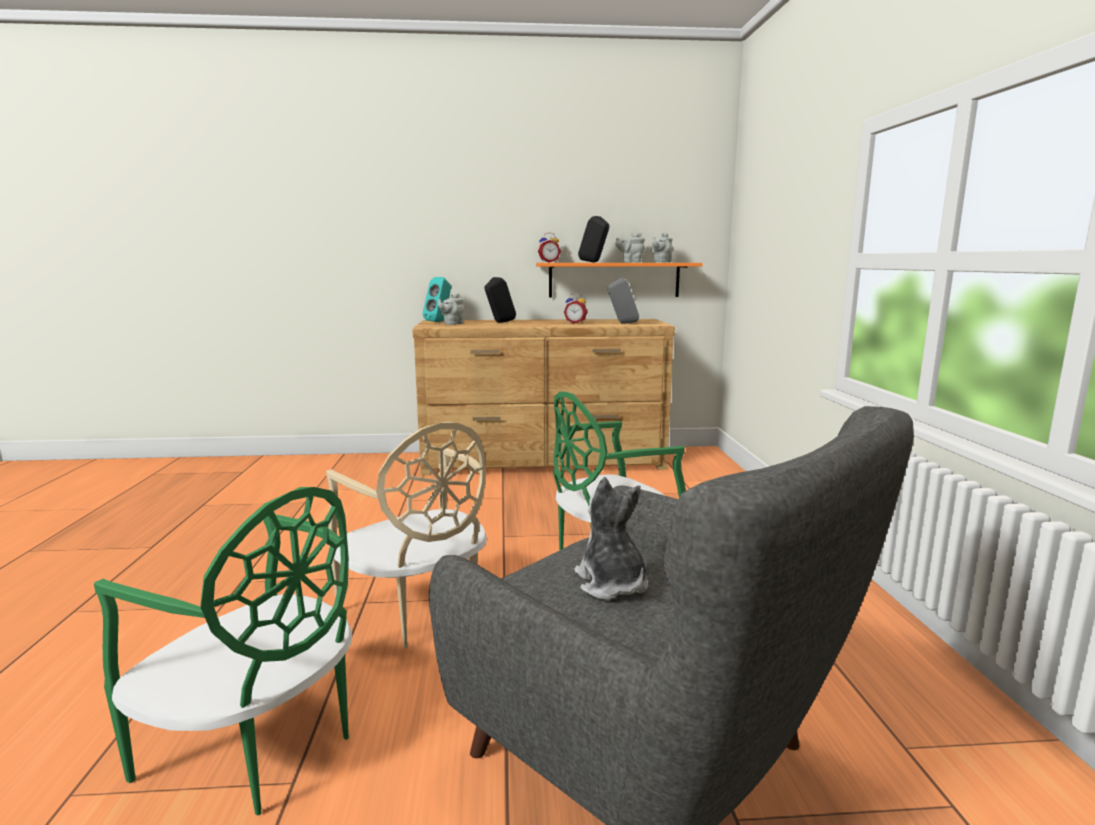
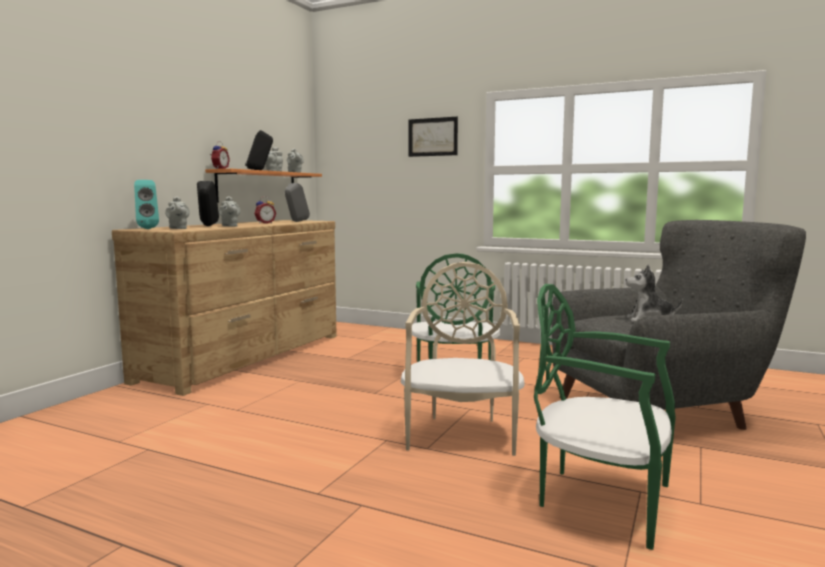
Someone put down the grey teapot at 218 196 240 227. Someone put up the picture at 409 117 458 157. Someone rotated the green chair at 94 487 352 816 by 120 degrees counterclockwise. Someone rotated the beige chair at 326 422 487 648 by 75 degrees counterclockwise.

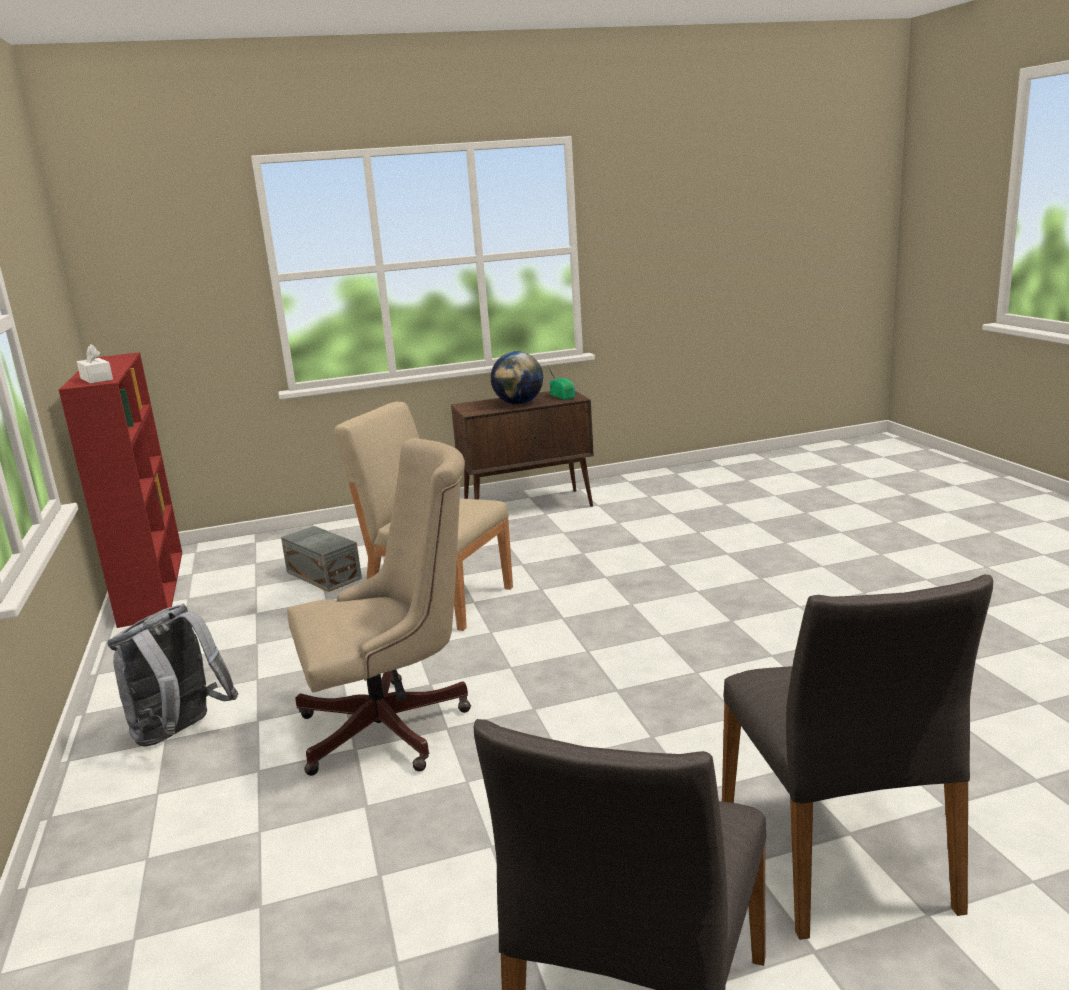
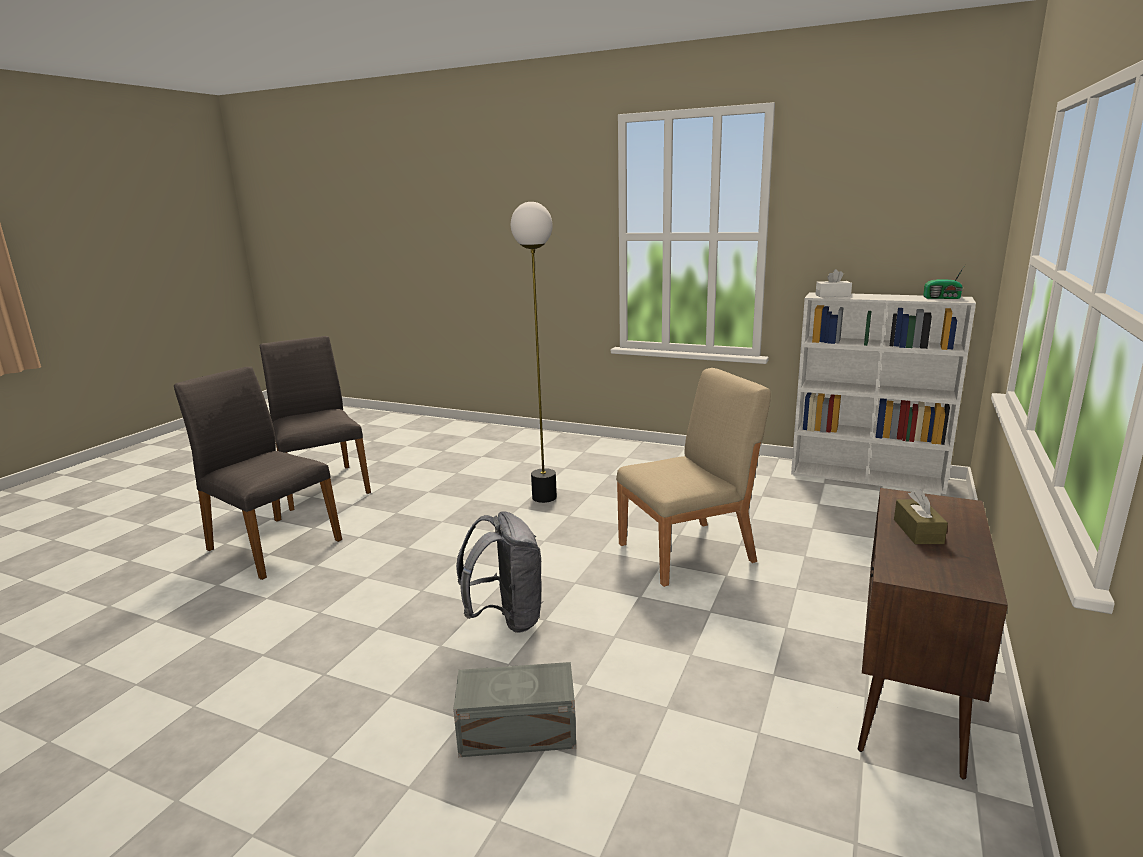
Someone carried the grey backpack from 108 604 238 747 to 456 511 543 633. Someone carried the grey storage box from 281 526 362 592 to 453 662 576 757. Someone carried the radio from 547 365 575 400 to 923 265 965 299. Someone swapped the beige office chair at 287 438 471 776 for the floor lamp at 511 202 557 503. Someone swapped the globe at 491 351 543 405 for the brown tissue box at 894 489 948 544. Someone repainted the red bookcase at 59 352 182 628, which became the white bookcase at 791 292 976 494.

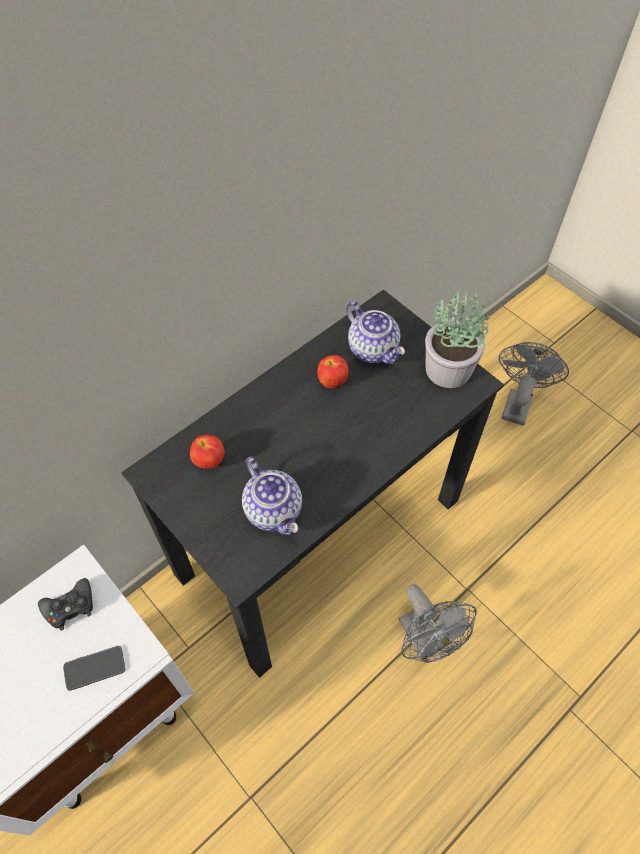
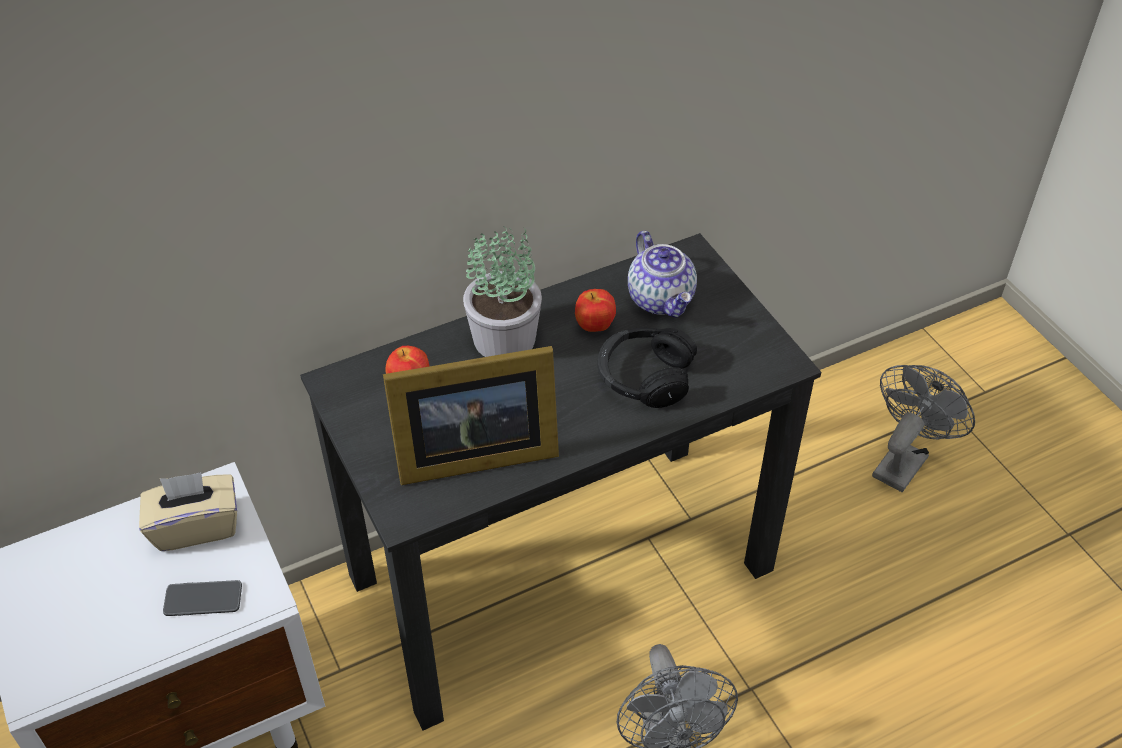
Someone put down the black headphones at 598 327 697 408. Someone carried the potted plant from 425 289 489 388 to 463 226 542 357. Someone swapped the black game controller at 38 578 93 631 for the beige tissue box at 139 472 237 551. Someone swapped the teapot at 242 457 302 535 for the picture frame at 383 346 559 485.

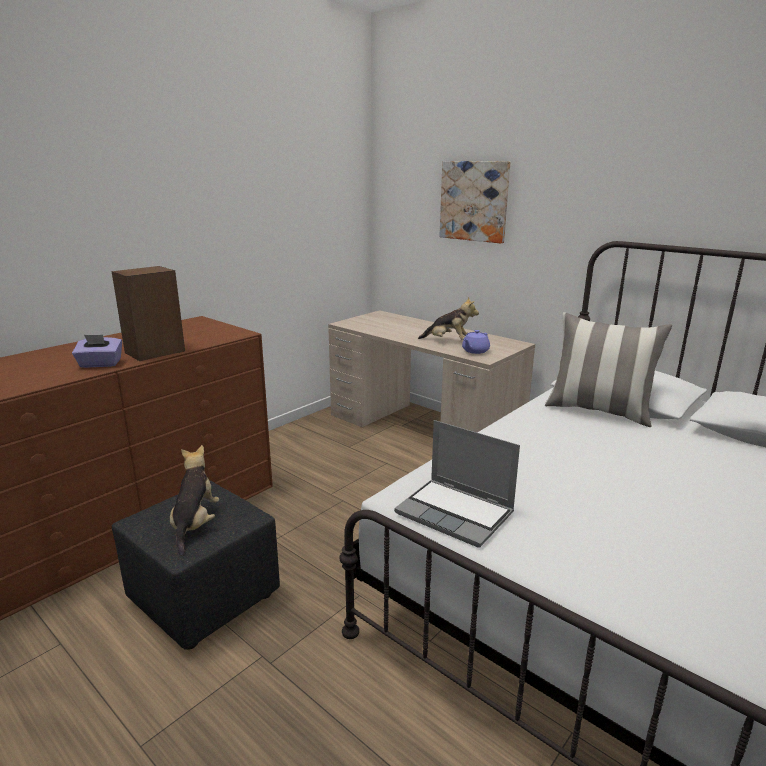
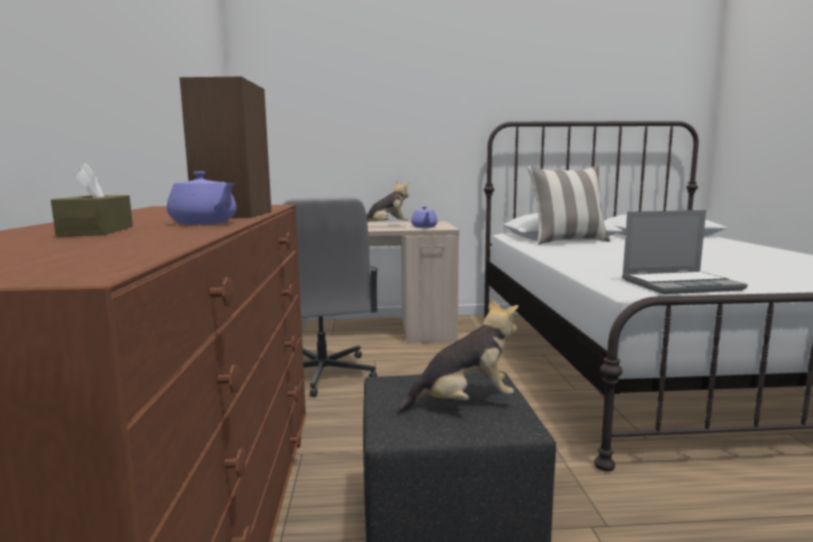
Someone took away the picture at 440 161 510 244. Someone put down the brown tissue box at 51 163 133 237. Someone put down the grey office chair at 283 197 379 397. Someone swapped the purple tissue box at 72 335 122 368 for the purple teapot at 167 171 236 224. Someone rotated the plush toy at 170 445 219 556 by 120 degrees clockwise.

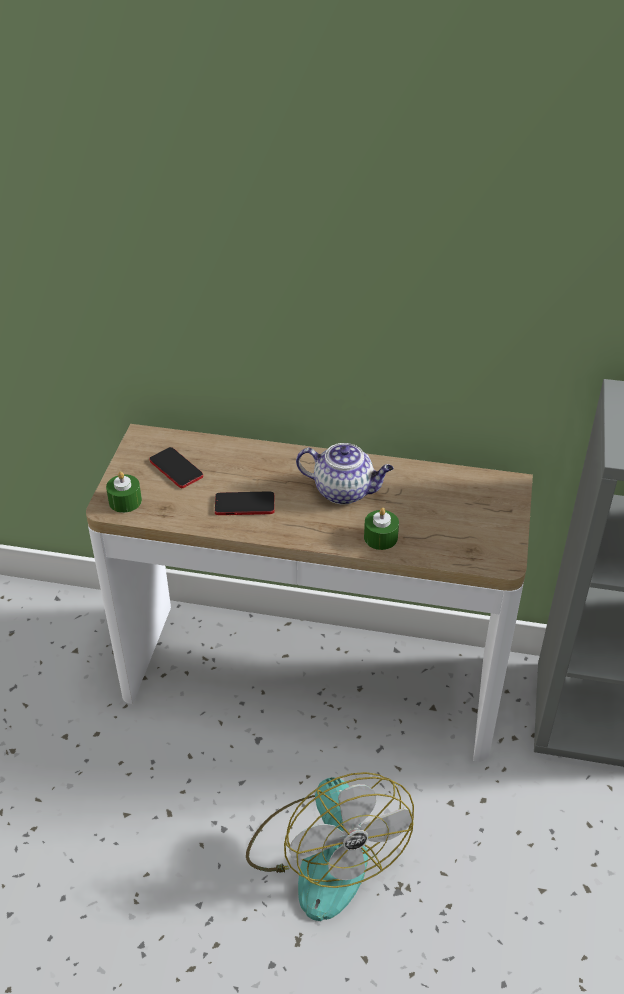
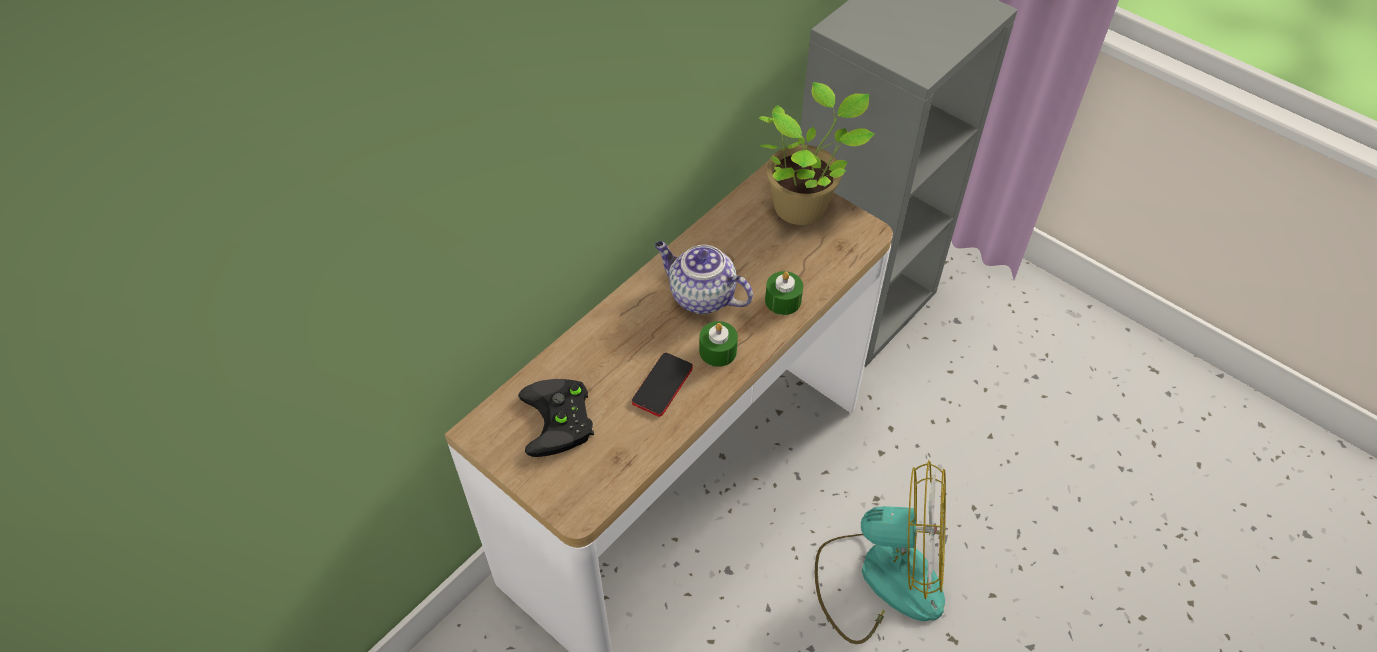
Someone put down the potted plant at 759 82 875 225. Someone carried the green candle from 106 471 142 513 to 699 321 738 367. Someone swapped the phone at 150 447 203 488 for the black game controller at 518 379 594 457. Someone rotated the teapot at 296 443 394 505 by 105 degrees counterclockwise.

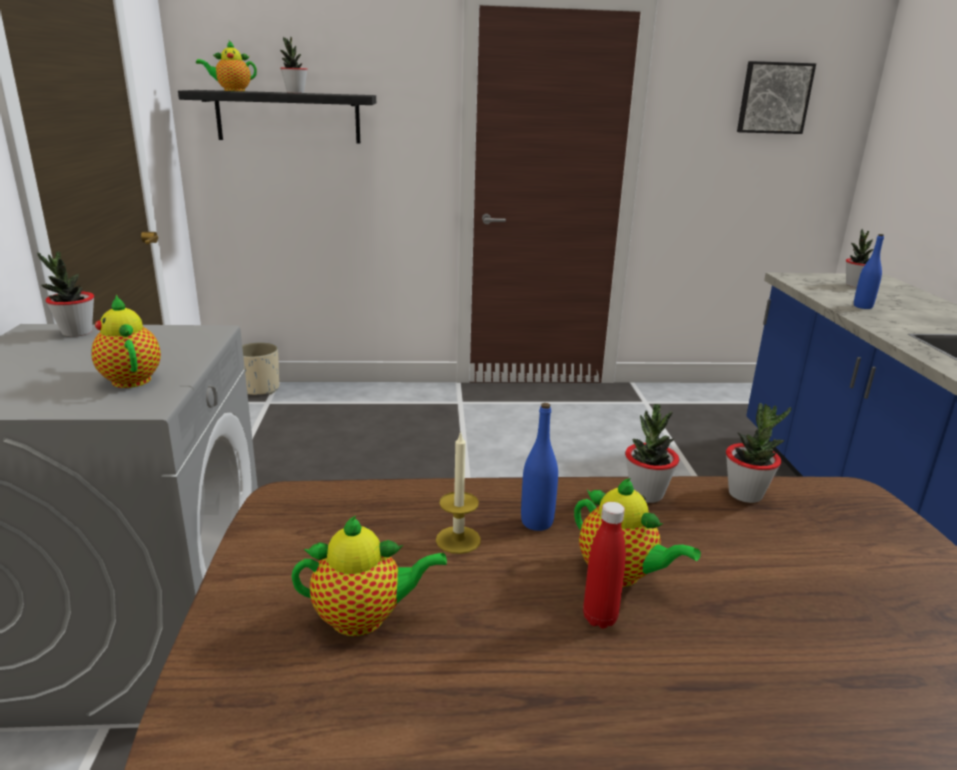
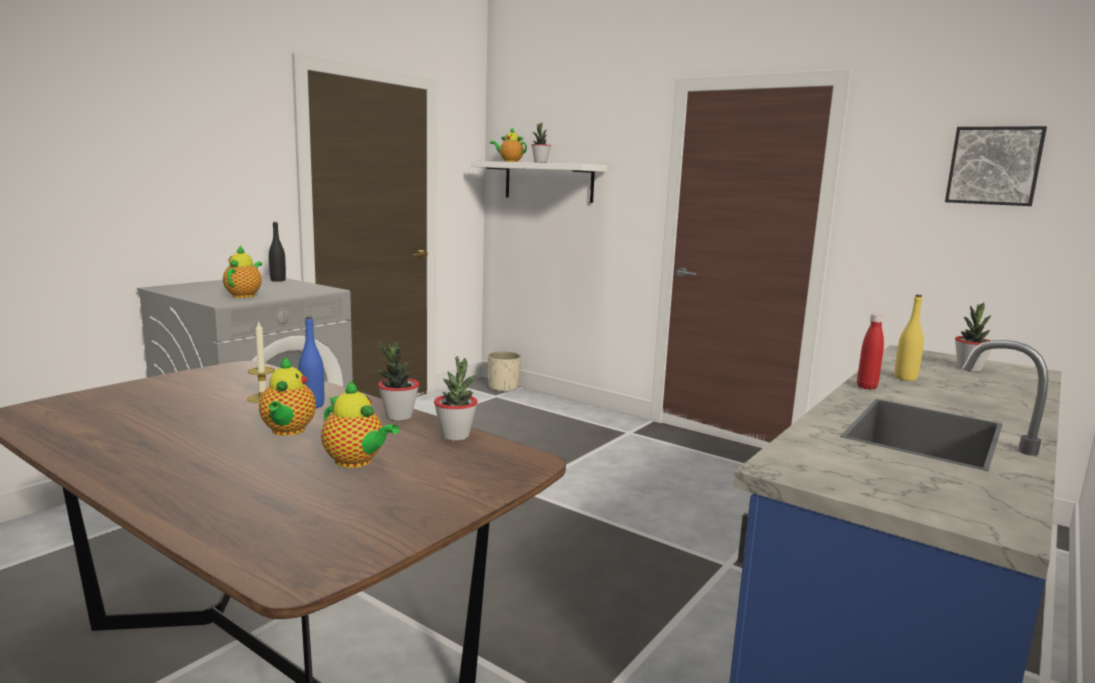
Someone carried the teapot from 291 515 447 636 to 321 380 399 468. Someone carried the red bottle from 583 502 626 628 to 857 314 884 390. Someone swapped the potted plant at 37 252 94 337 for the black bottle at 269 222 286 282. Someone repainted the black shelf at 178 90 376 144, which became the white shelf at 471 161 607 203. Someone repainted the blue bottle at 854 234 884 309, which became the yellow bottle at 894 295 924 381.

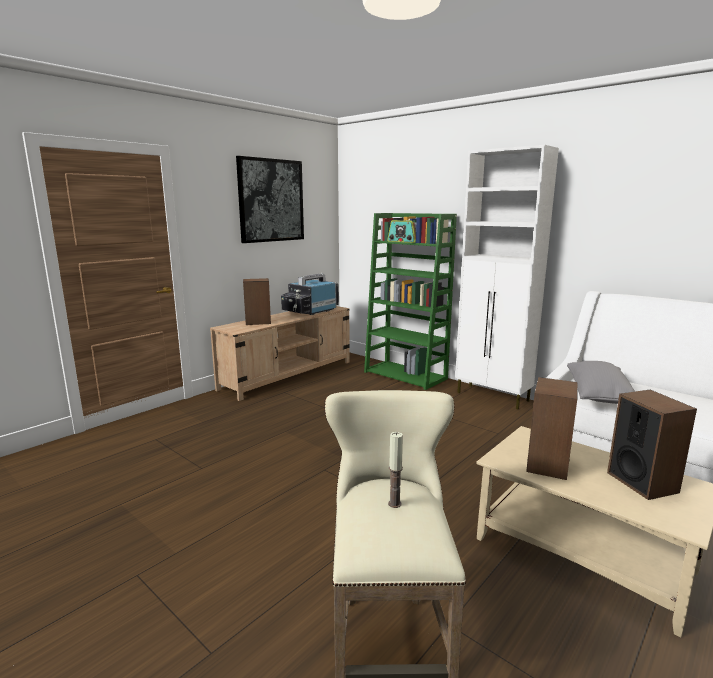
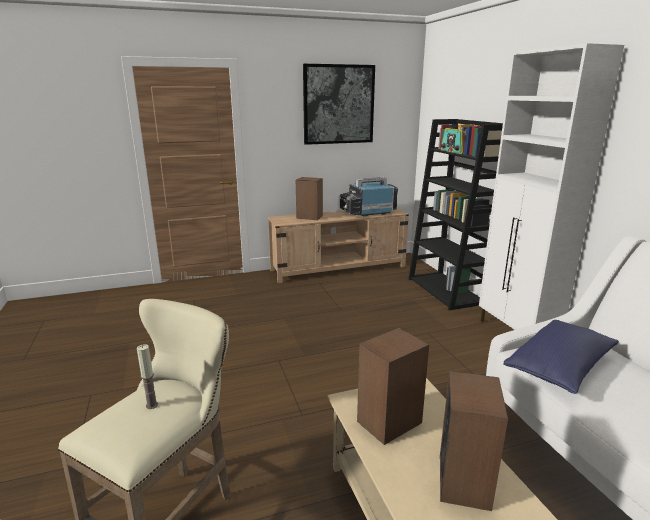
Someone repainted the green bookcase at 364 213 457 390, which became the black bookcase at 408 119 503 311. Someone repainted the grey pillow at 567 361 635 404, which became the blue pillow at 503 320 619 394.

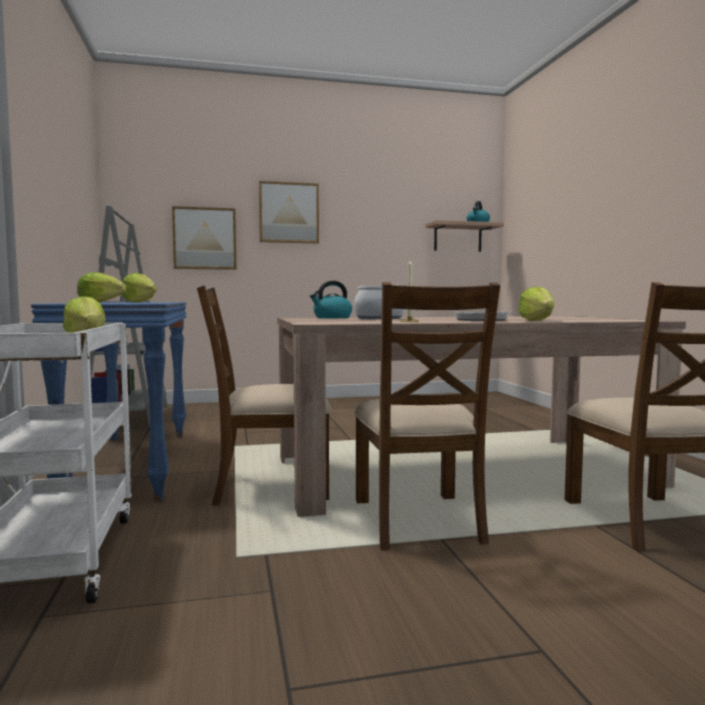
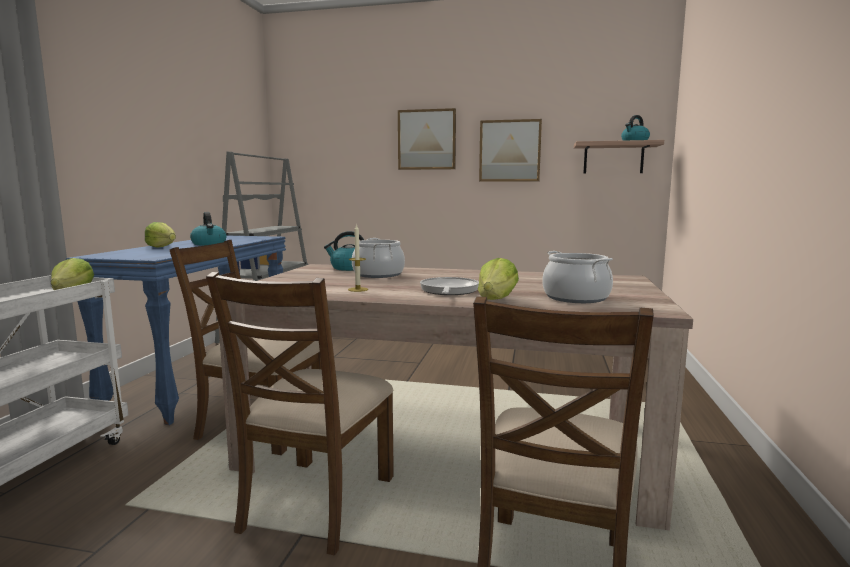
Someone put down the cooking pot at 542 251 613 303. Someone carried the picture from 172 206 237 270 to 479 119 542 182. Someone swapped the lettuce at 122 273 157 302 for the kettle at 190 212 227 246.

